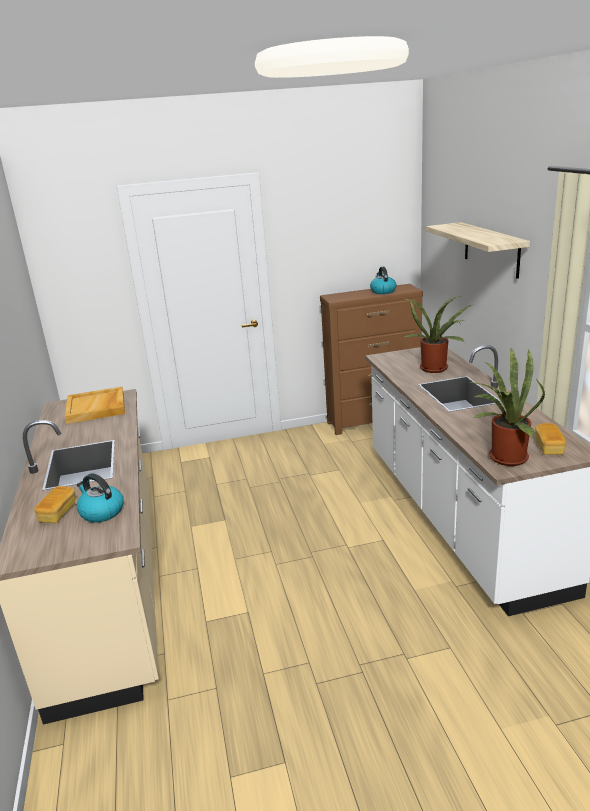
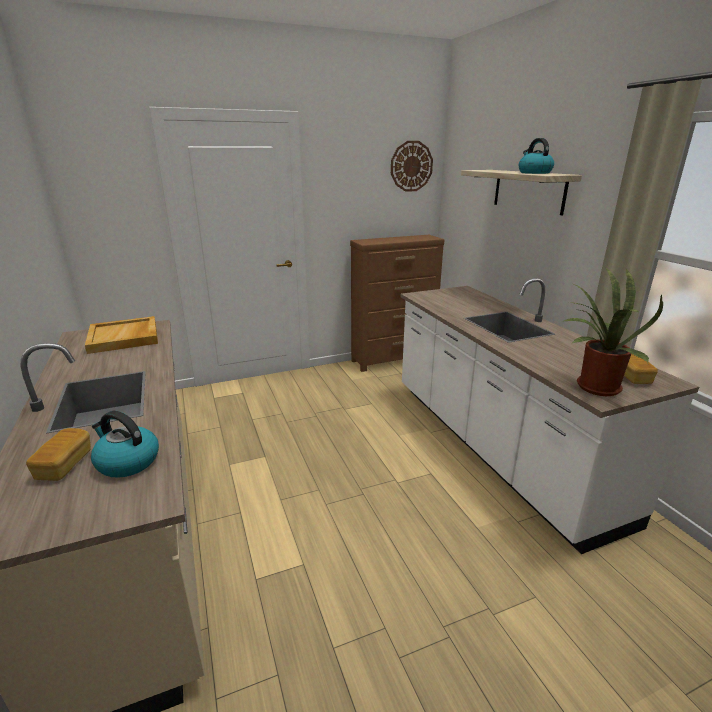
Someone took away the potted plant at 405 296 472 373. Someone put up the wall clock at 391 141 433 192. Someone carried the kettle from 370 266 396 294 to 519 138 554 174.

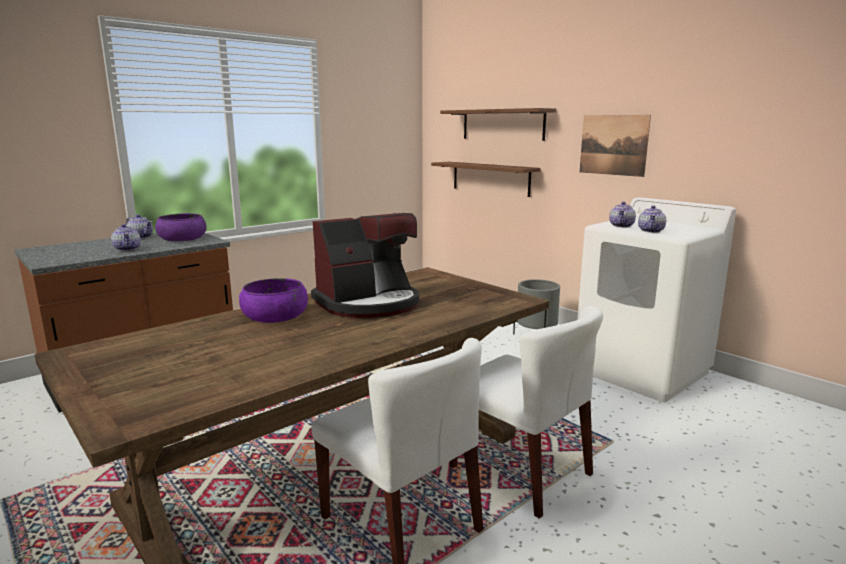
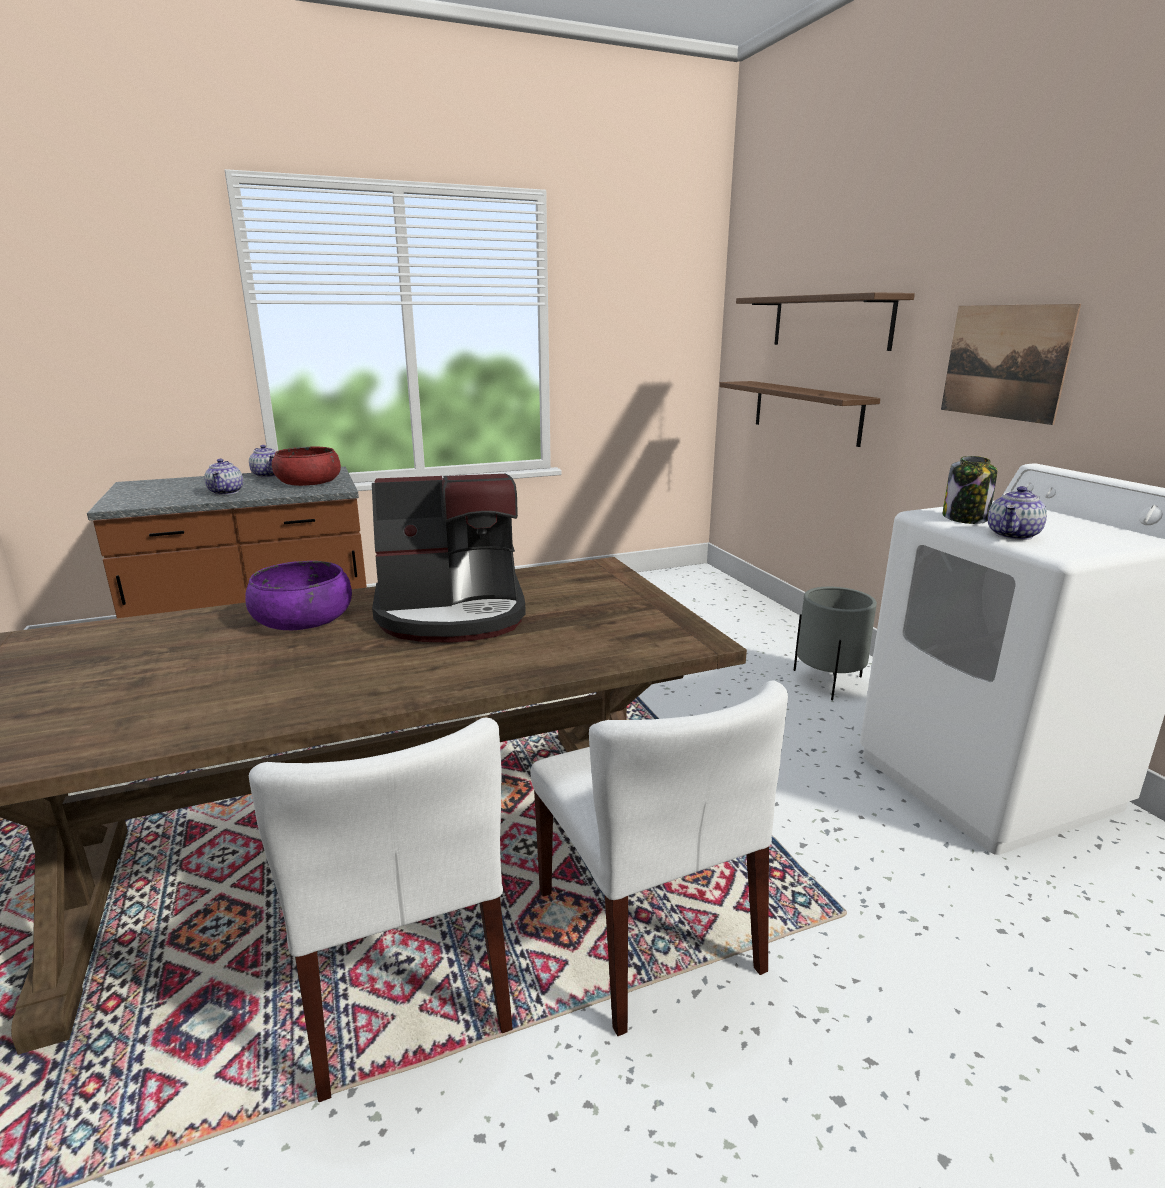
Someone swapped the teapot at 609 202 636 228 for the jar at 943 456 997 524. Someone repainted the purple bowl at 155 213 207 241, which became the red bowl at 272 446 341 486.

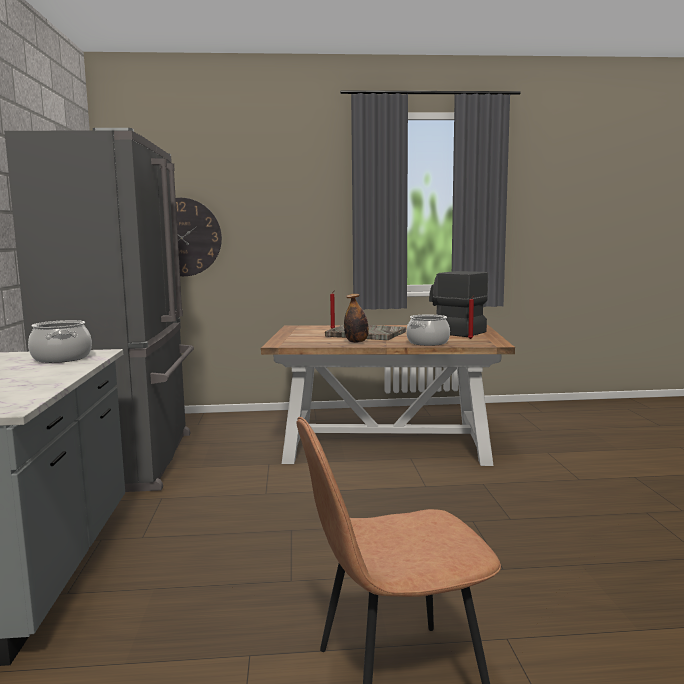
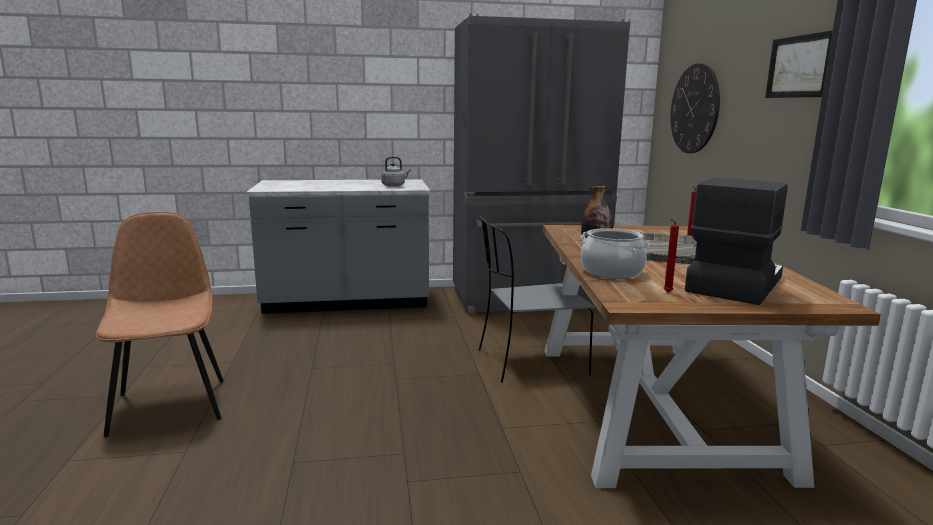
Someone put down the grey chair at 479 216 594 383. Someone put up the picture at 765 30 833 98. Someone swapped the cooking pot at 28 320 92 363 for the grey kettle at 381 157 411 187.

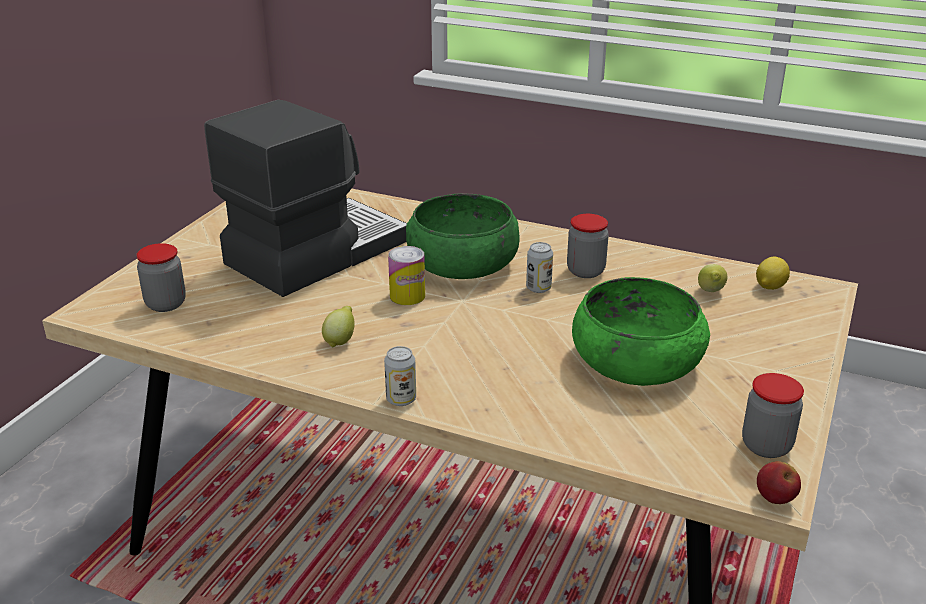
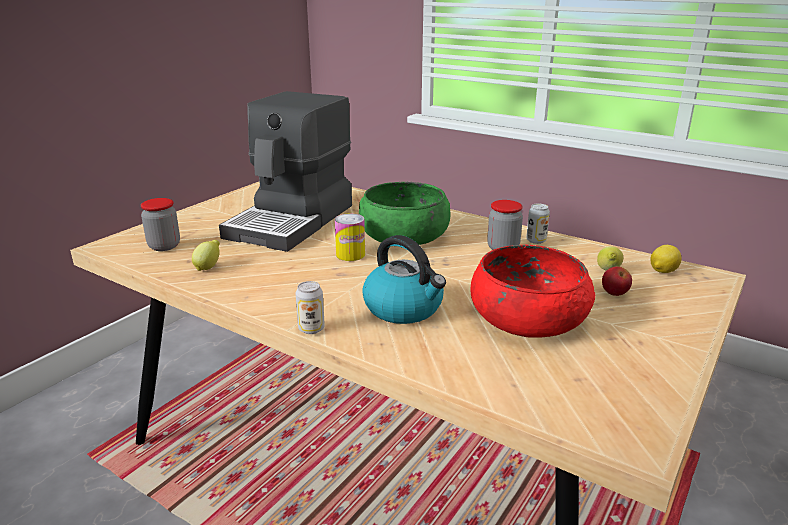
Someone took away the jar at 742 373 804 458. Someone put down the kettle at 362 235 446 324. Someone carried the lemon from 322 306 355 347 to 192 240 220 271. Someone carried the can from 526 242 553 293 to 526 204 550 244. Someone carried the apple from 757 461 801 504 to 602 266 632 296. Someone repainted the green bowl at 572 277 710 386, which became the red bowl at 471 245 596 337. Someone rotated the coffee machine at 204 100 407 297 by 150 degrees clockwise.

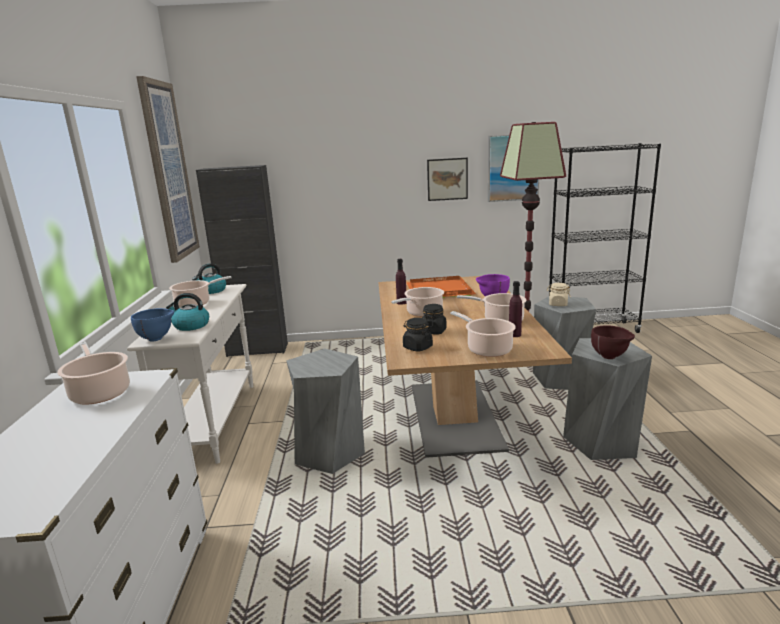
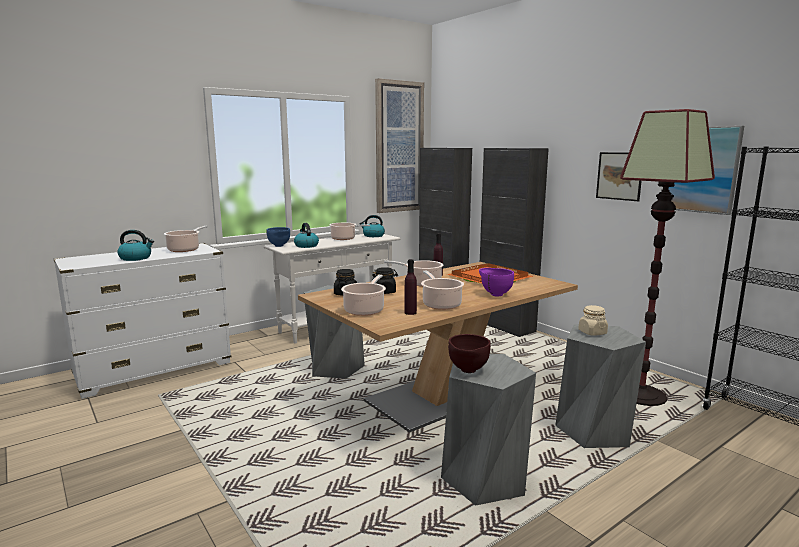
Someone put down the kettle at 118 230 154 261. Someone put down the black cabinet at 480 148 549 337.

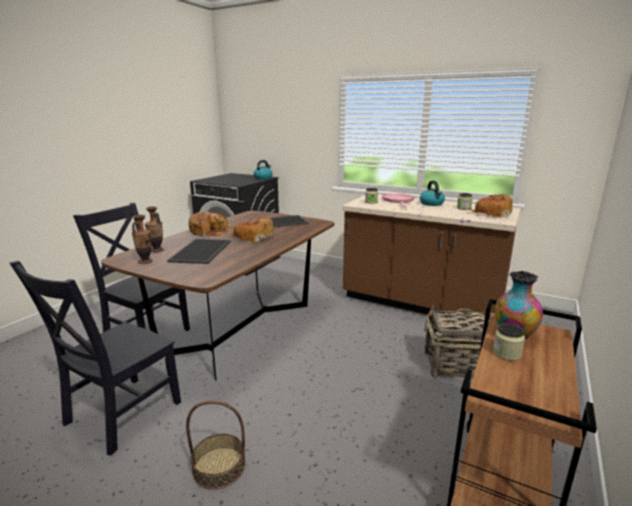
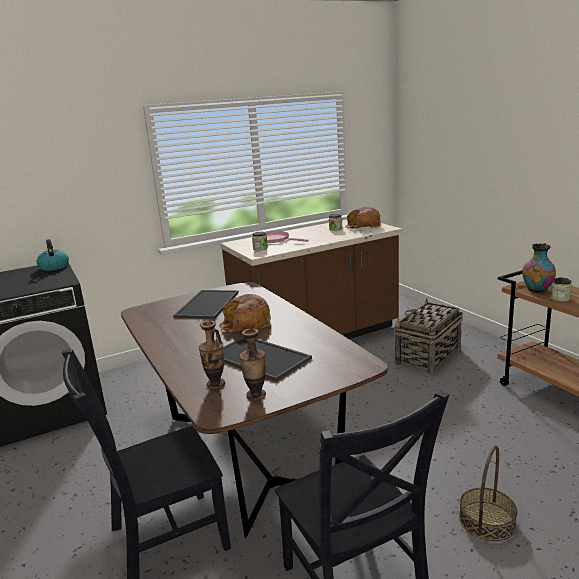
Someone took away the bread at 189 212 232 236. Someone took away the kettle at 420 181 445 206.

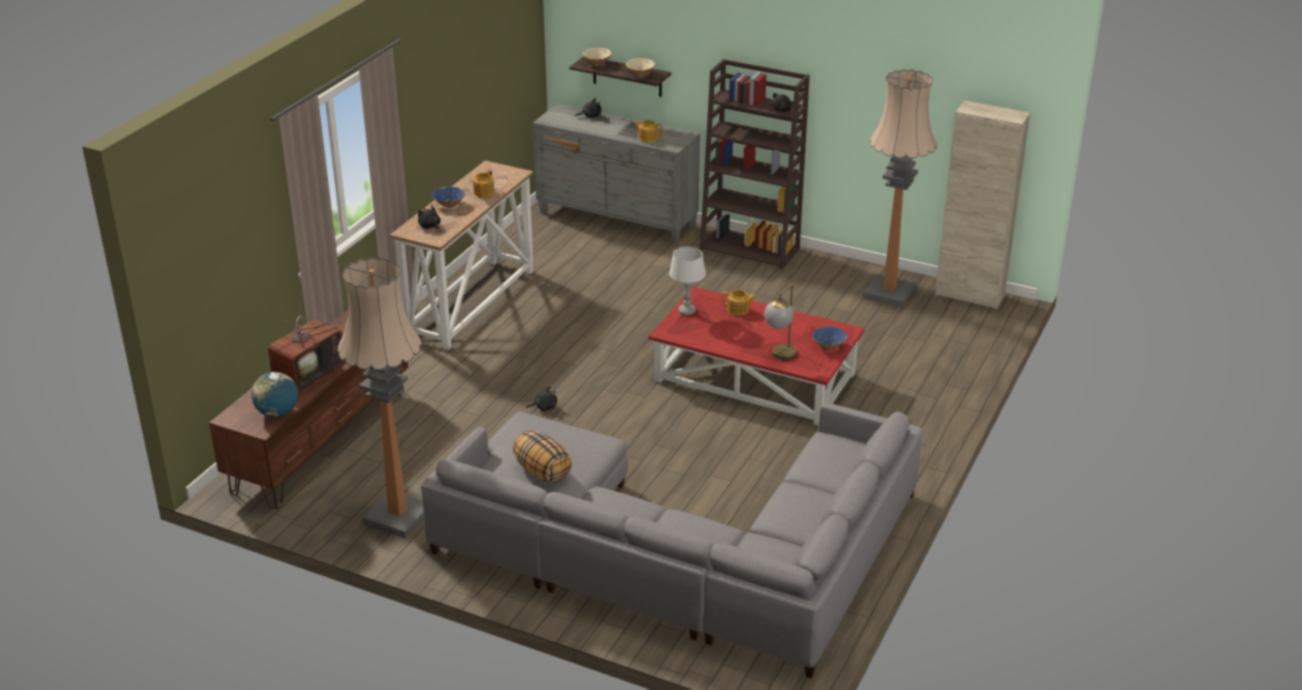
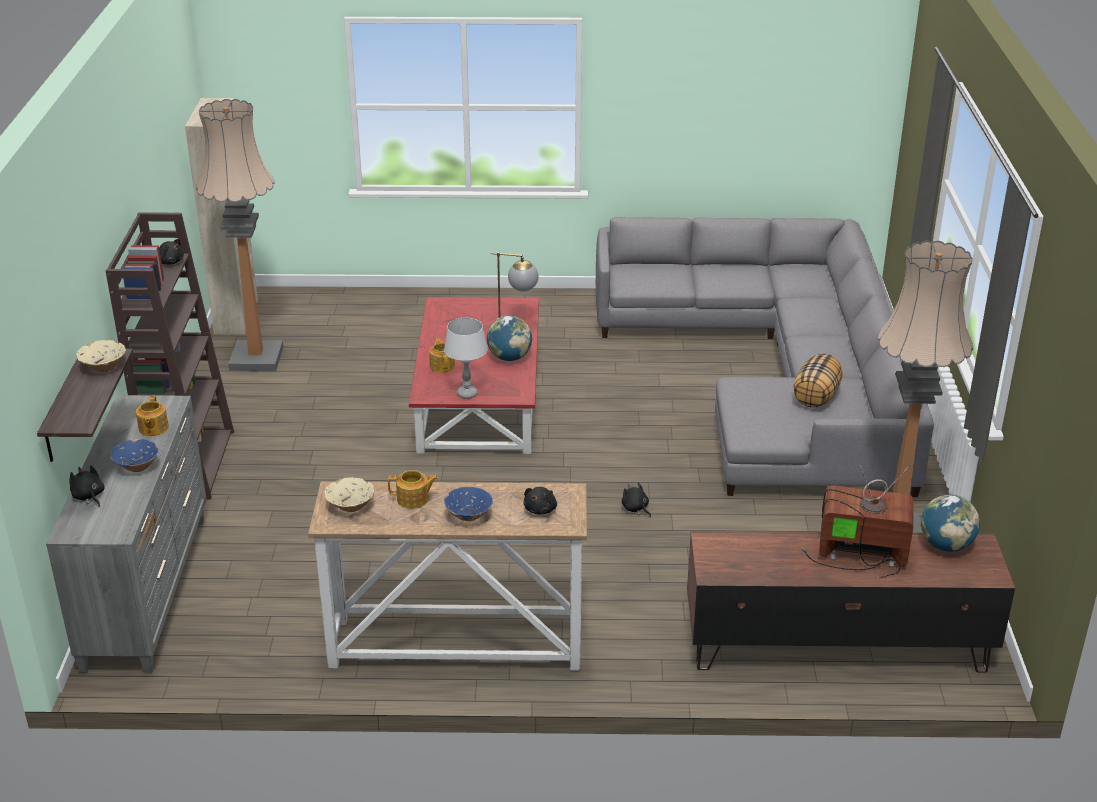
Someone put down the globe at 487 316 532 361. Someone carried the beige bowl from 583 48 612 66 to 325 477 375 512. Someone carried the blue bowl from 813 327 847 350 to 110 439 158 472.

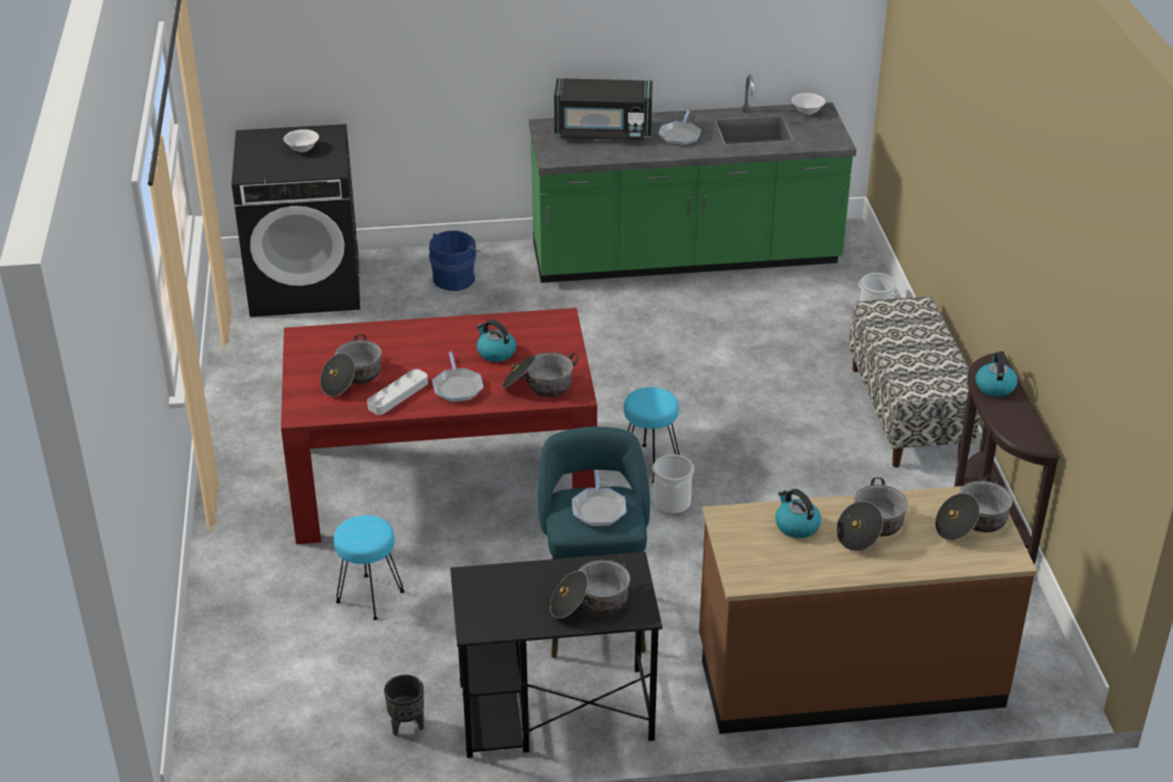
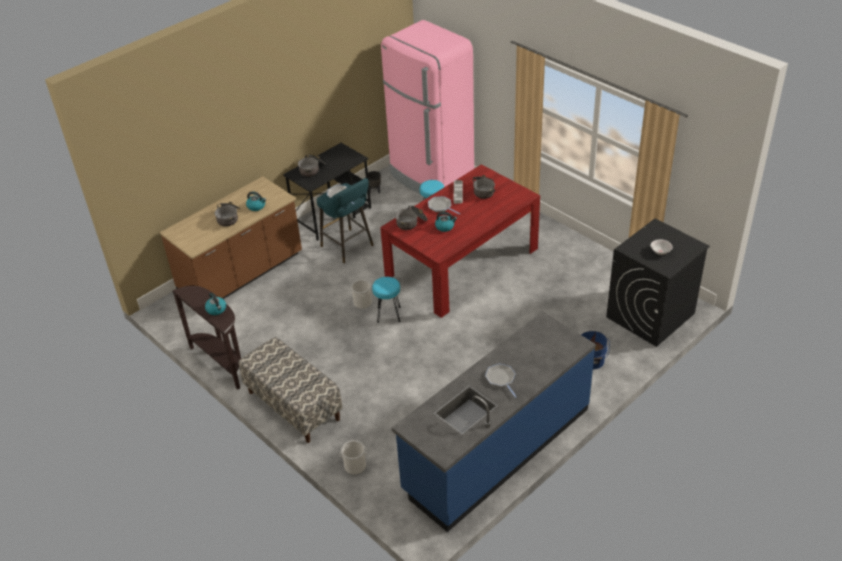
Someone took away the black microwave at 554 78 653 140. Someone took away the white bowl at 792 93 825 115. Someone took away the cooking pot at 935 474 1013 541. Someone put down the pink fridge at 381 20 474 194. Someone repainted the green counter at 529 75 857 283, which became the blue counter at 392 312 596 532.

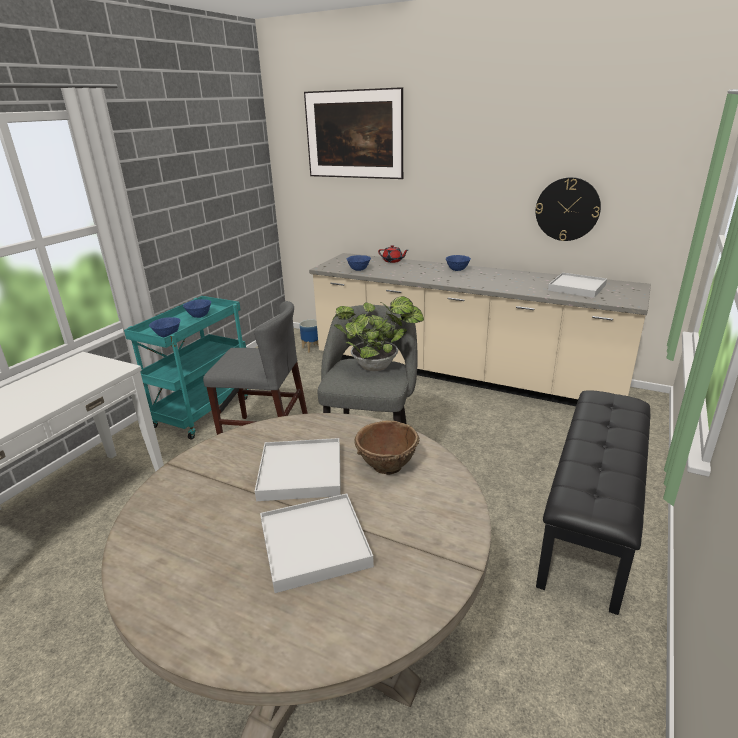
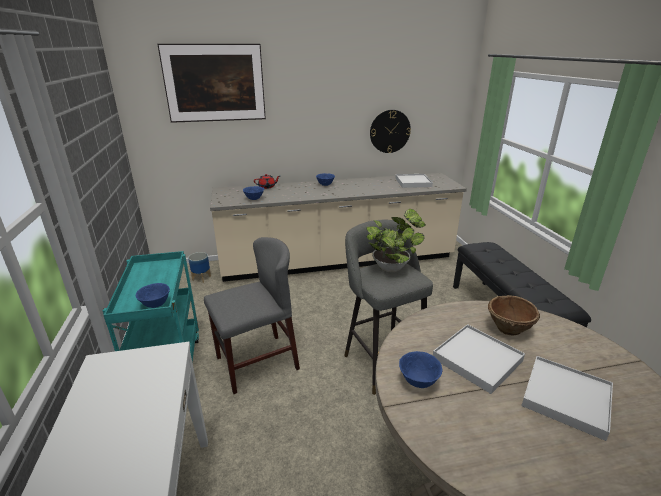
Someone carried the blue bowl from 183 299 211 318 to 399 351 443 388.

